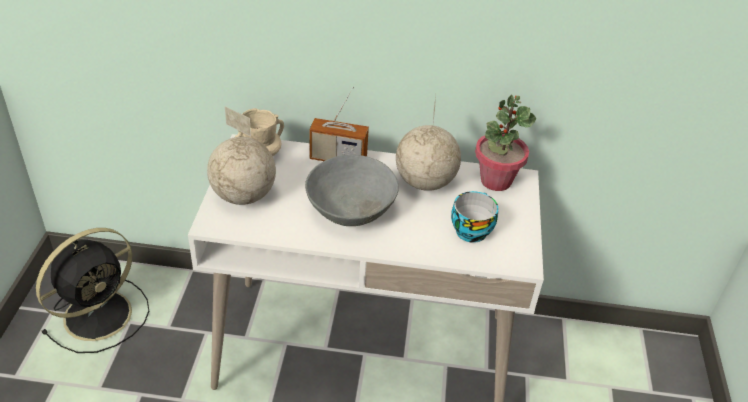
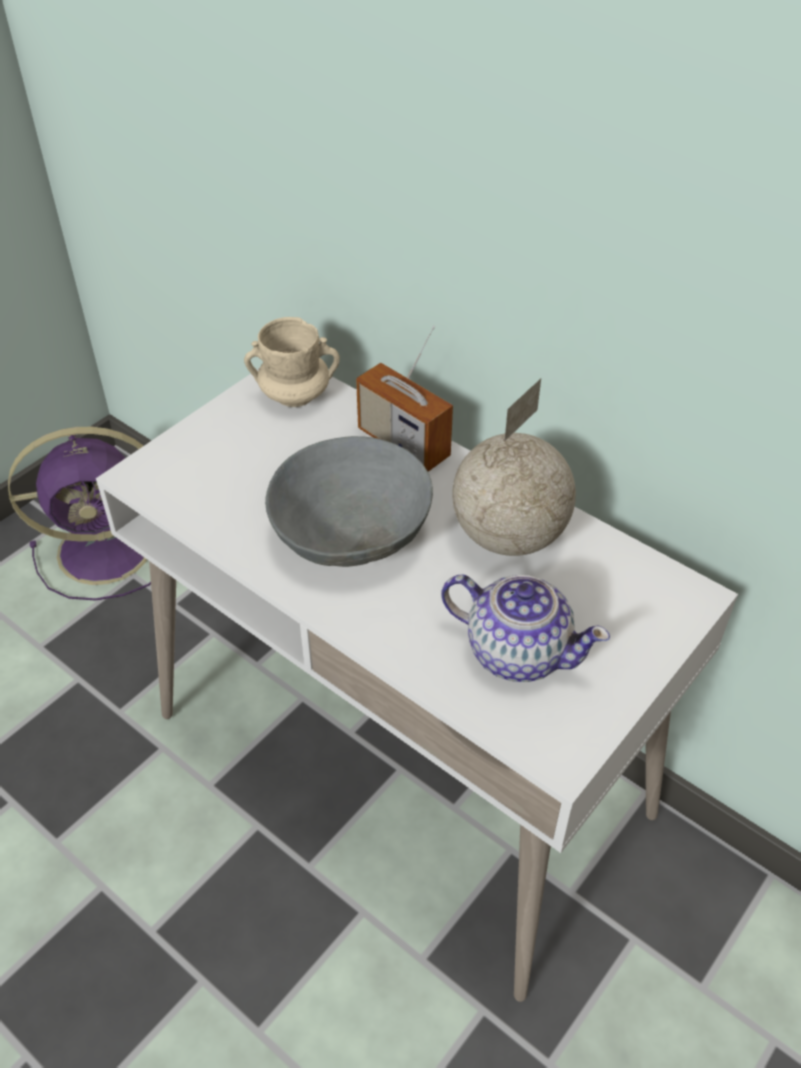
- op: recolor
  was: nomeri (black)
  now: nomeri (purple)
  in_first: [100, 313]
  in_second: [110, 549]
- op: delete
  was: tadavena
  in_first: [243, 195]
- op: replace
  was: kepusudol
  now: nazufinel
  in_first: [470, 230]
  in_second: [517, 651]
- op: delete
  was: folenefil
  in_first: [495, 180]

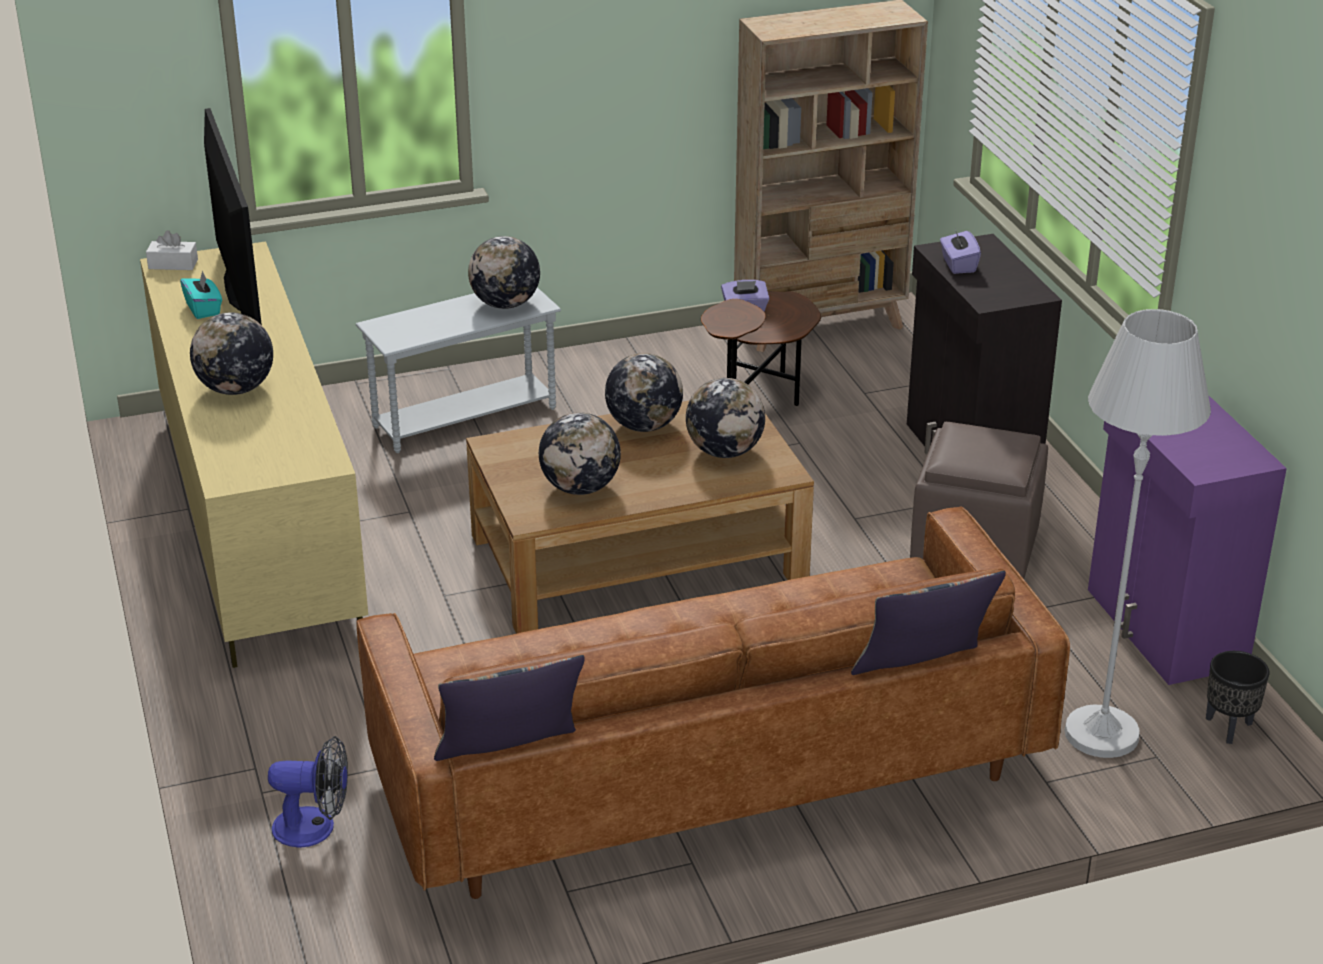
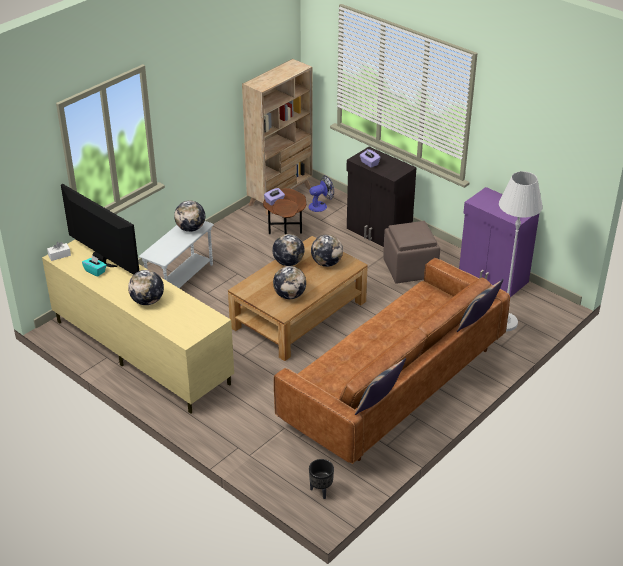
- op: move
  was: nomeri
  in_first: [315, 827]
  in_second: [321, 206]
- op: move
  was: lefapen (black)
  in_first: [1228, 728]
  in_second: [321, 491]

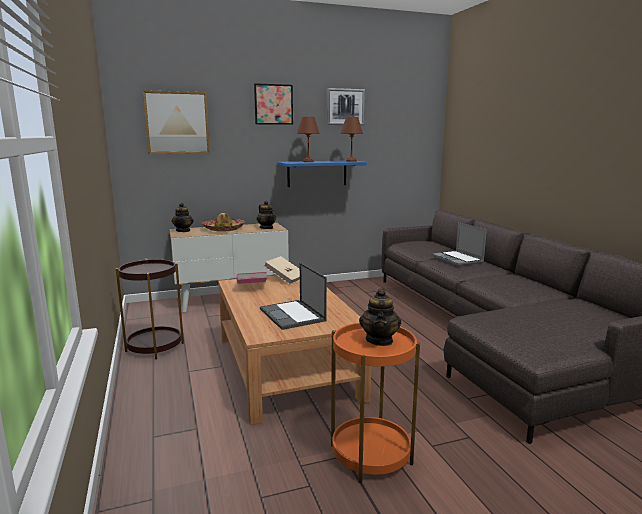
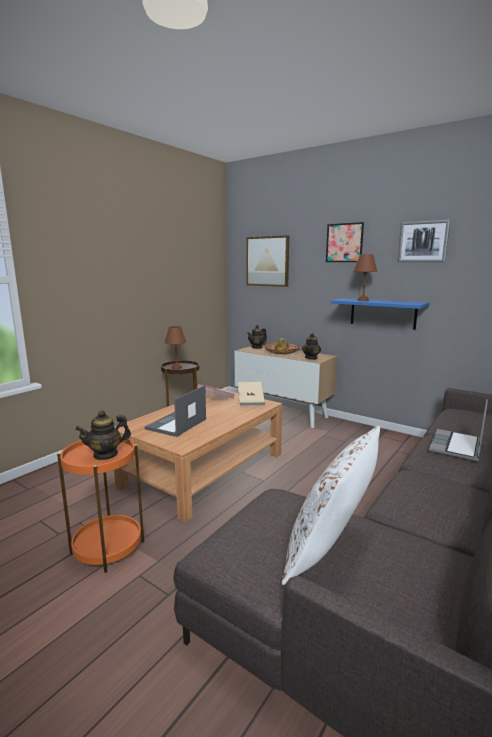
- op: move
  was: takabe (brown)
  in_first: [351, 161]
  in_second: [176, 368]
- op: insert
  now: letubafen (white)
  in_second: [330, 552]

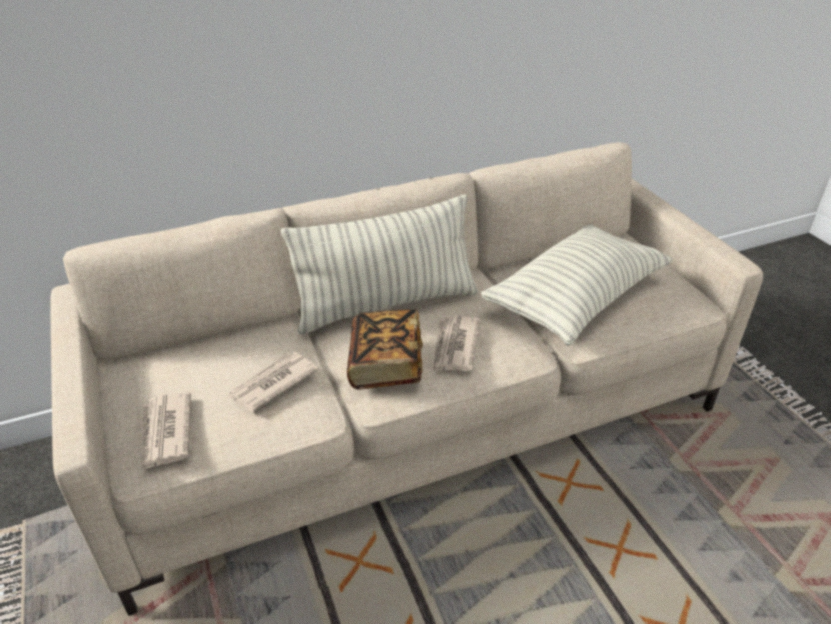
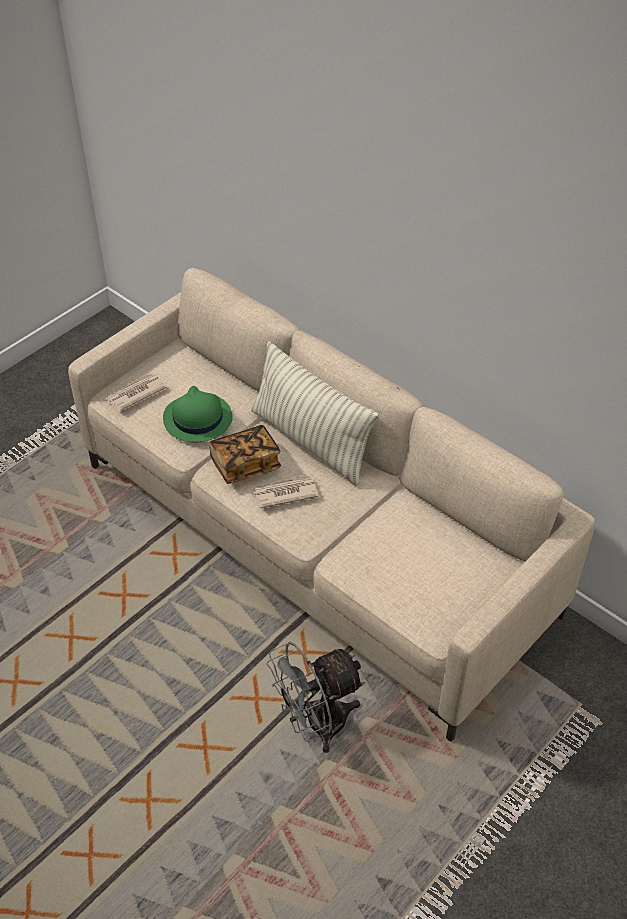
- op: replace
  was: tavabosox
  now: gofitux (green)
  in_first: [272, 384]
  in_second: [197, 419]
- op: delete
  was: letubafen
  in_first: [575, 299]
- op: insert
  now: nomeri (grey)
  in_second: [316, 724]

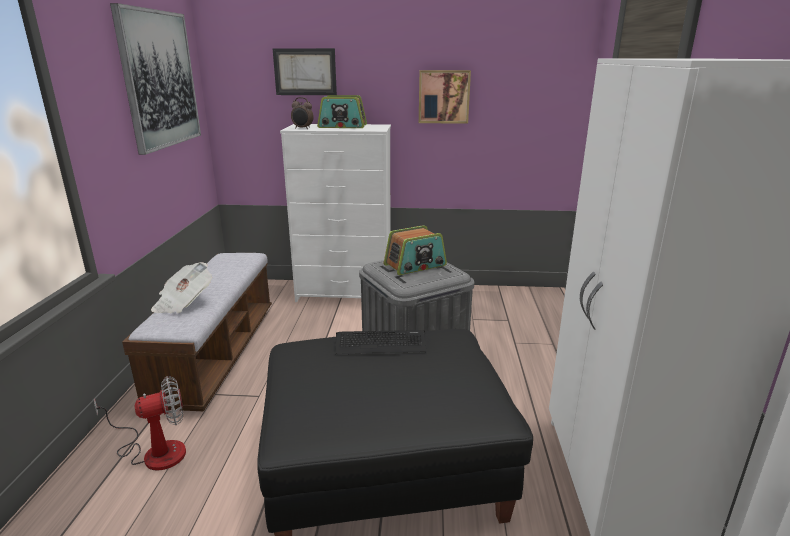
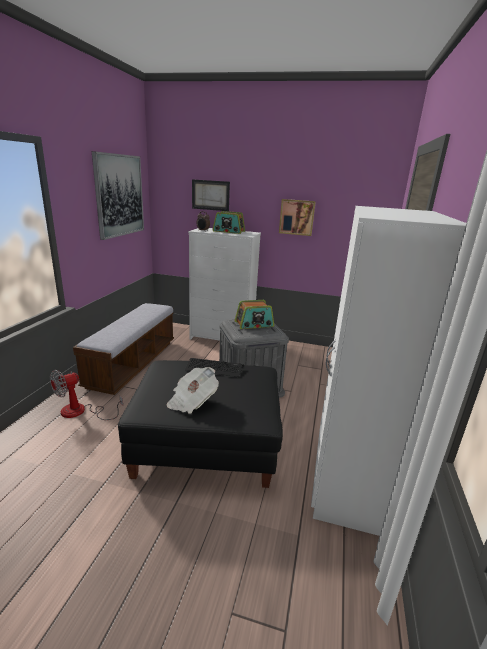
- op: rotate
  was: nomeri
  in_first: [154, 451]
  in_second: [81, 412]
  clockwise: 150
- op: move
  was: tavabosox
  in_first: [183, 303]
  in_second: [192, 401]

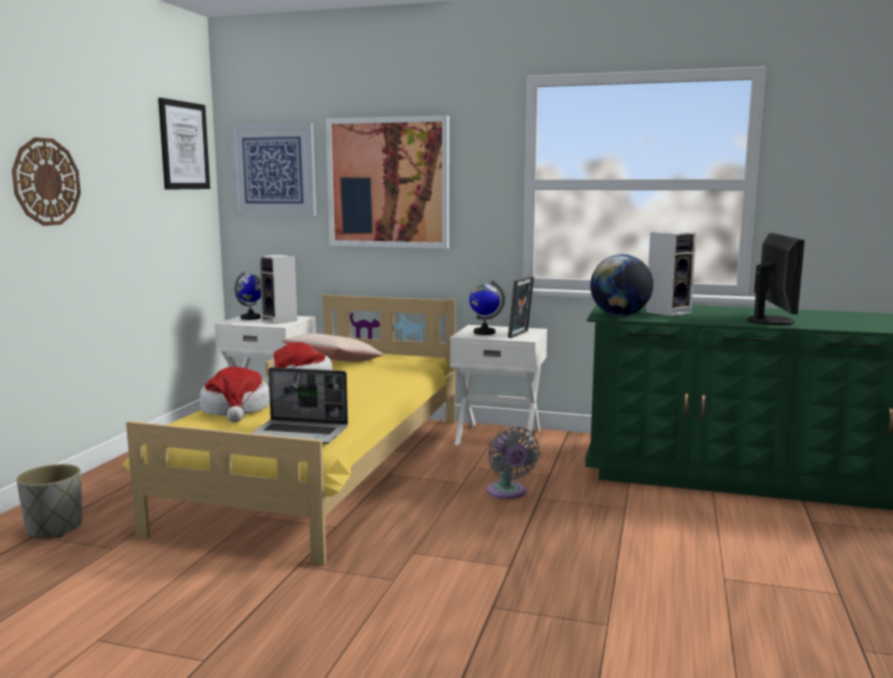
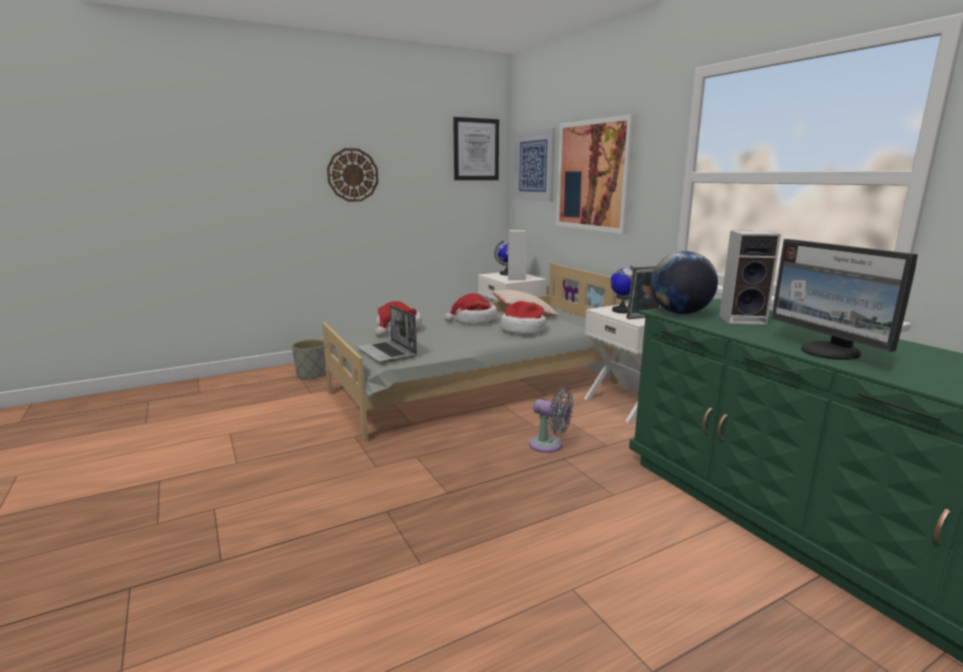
- op: recolor
  was: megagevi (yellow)
  now: megagevi (grey)
  in_first: [327, 469]
  in_second: [474, 388]
- op: rotate
  was: nomeri (grey)
  in_first: [508, 493]
  in_second: [549, 445]
  clockwise: -90
- op: rotate
  was: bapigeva
  in_first: [772, 321]
  in_second: [829, 352]
  clockwise: 105
- op: insert
  now: gofitux
  in_second: [523, 330]

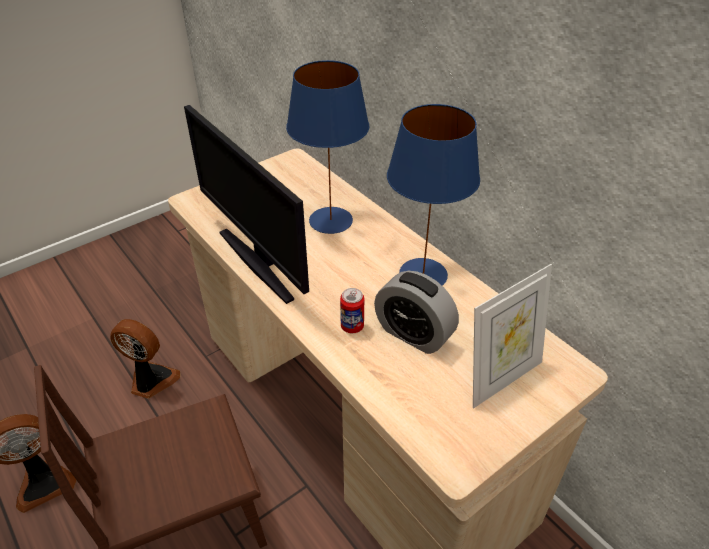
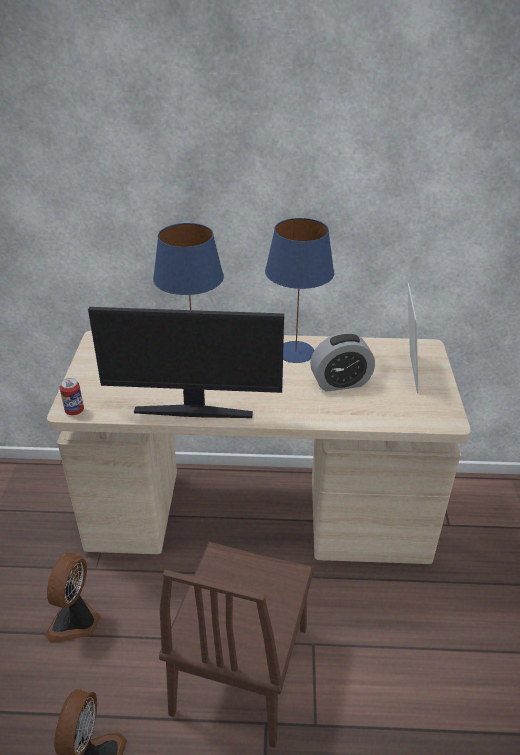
- op: rotate
  was: nomeri
  in_first: [151, 381]
  in_second: [76, 621]
  clockwise: -45
- op: move
  was: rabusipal
  in_first: [352, 326]
  in_second: [74, 411]

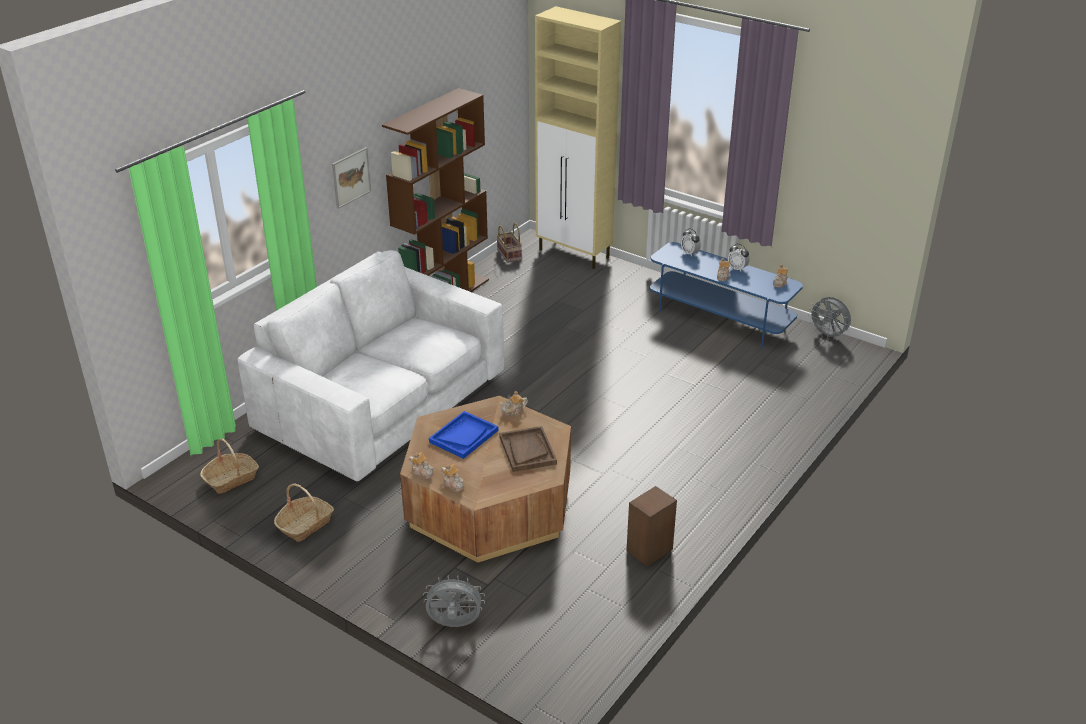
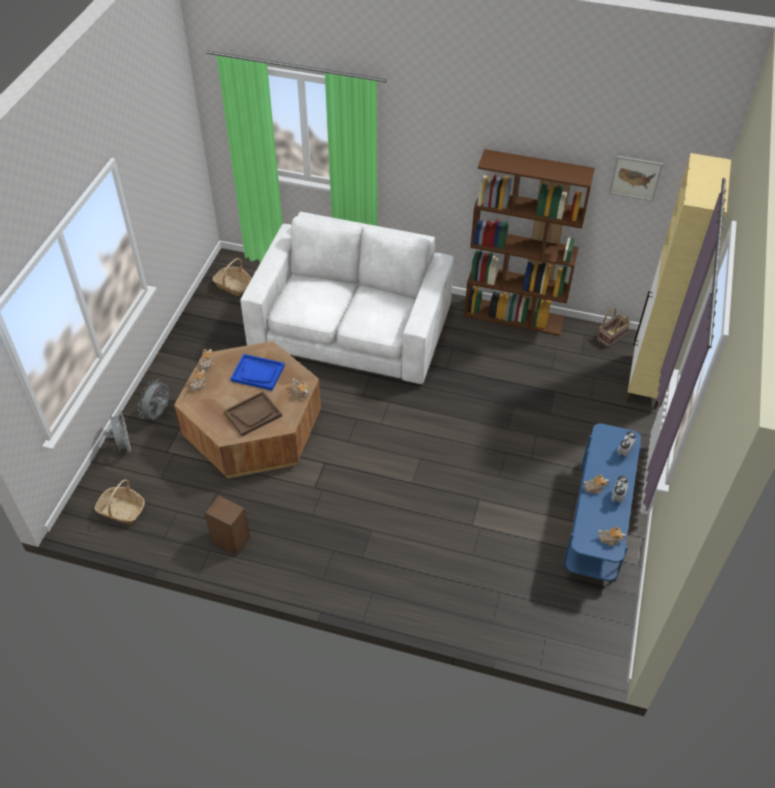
- op: move
  was: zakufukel
  in_first: [305, 525]
  in_second: [122, 510]
- op: move
  was: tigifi
  in_first: [351, 177]
  in_second: [635, 178]
- op: move
  was: nomeri (grey)
  in_first: [828, 335]
  in_second: [159, 414]

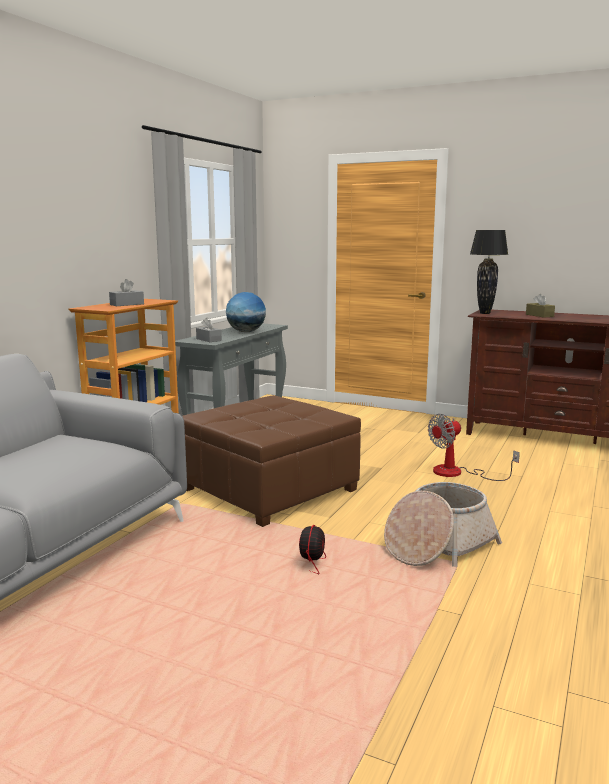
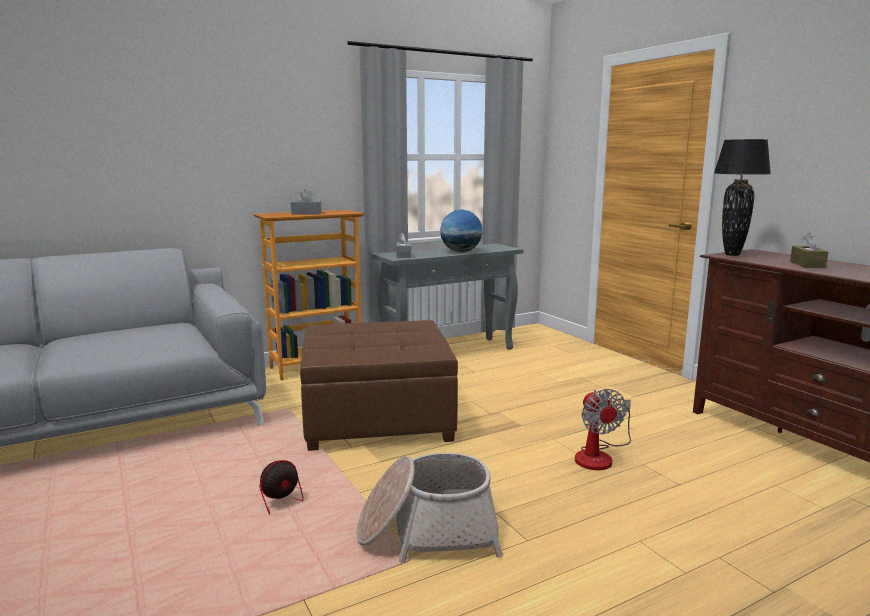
- op: rotate
  was: nomeri
  in_first: [458, 473]
  in_second: [599, 456]
  clockwise: -105

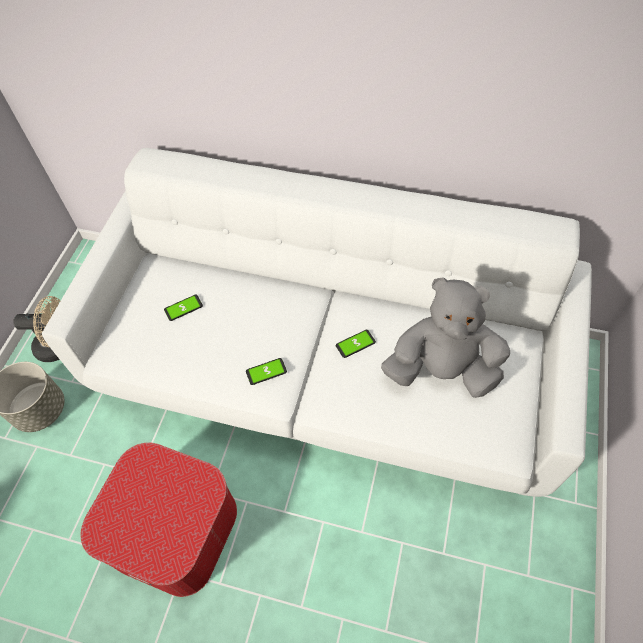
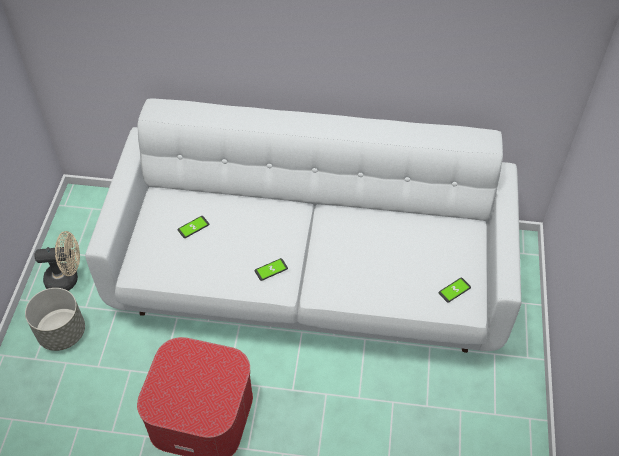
- op: move
  was: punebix
  in_first: [355, 344]
  in_second: [454, 290]
- op: delete
  was: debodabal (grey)
  in_first: [442, 370]

